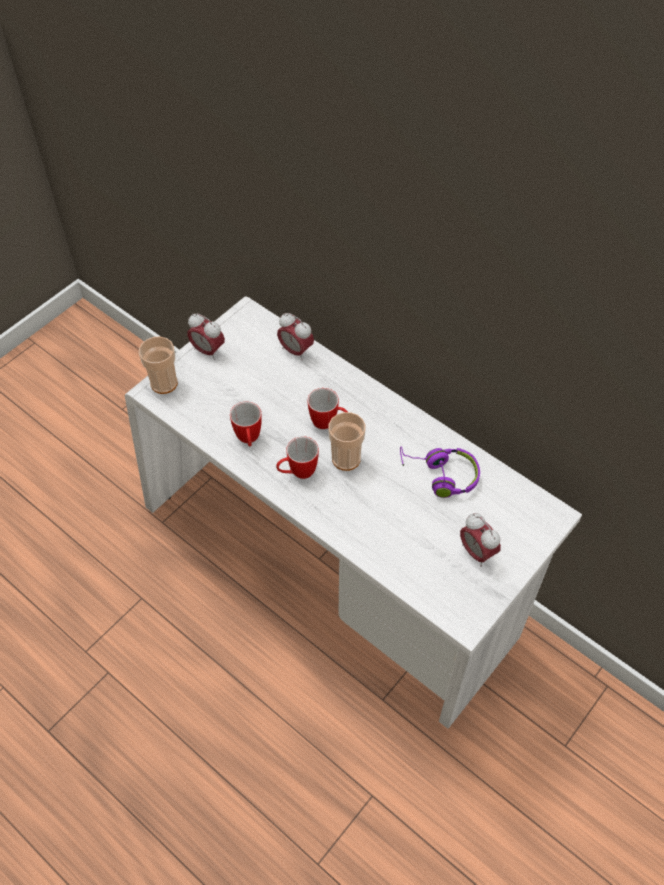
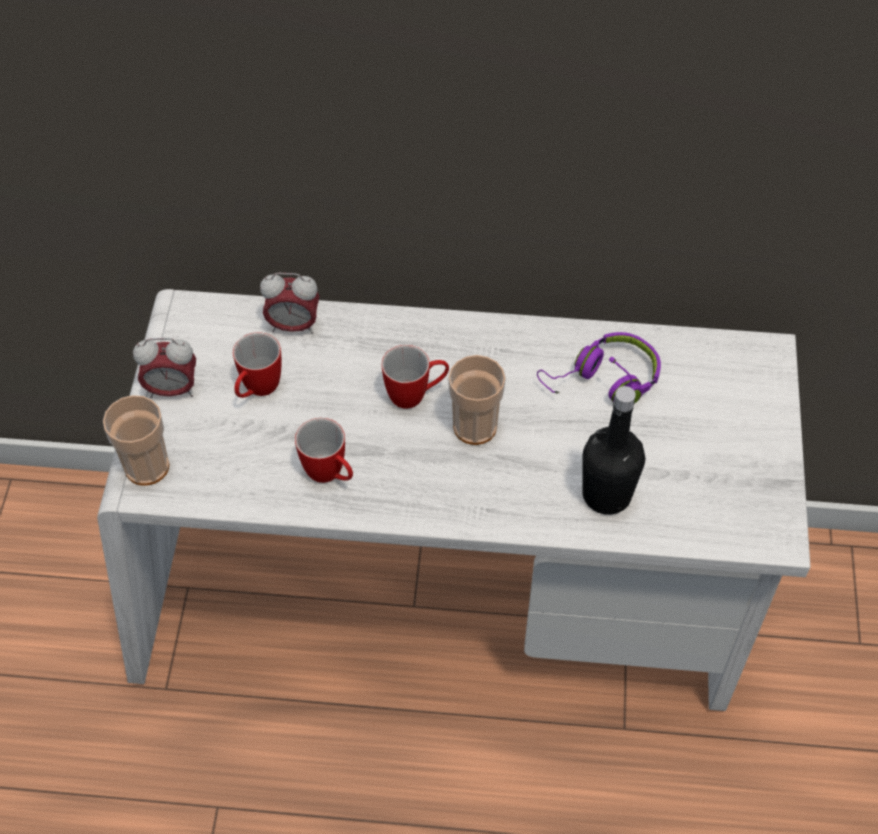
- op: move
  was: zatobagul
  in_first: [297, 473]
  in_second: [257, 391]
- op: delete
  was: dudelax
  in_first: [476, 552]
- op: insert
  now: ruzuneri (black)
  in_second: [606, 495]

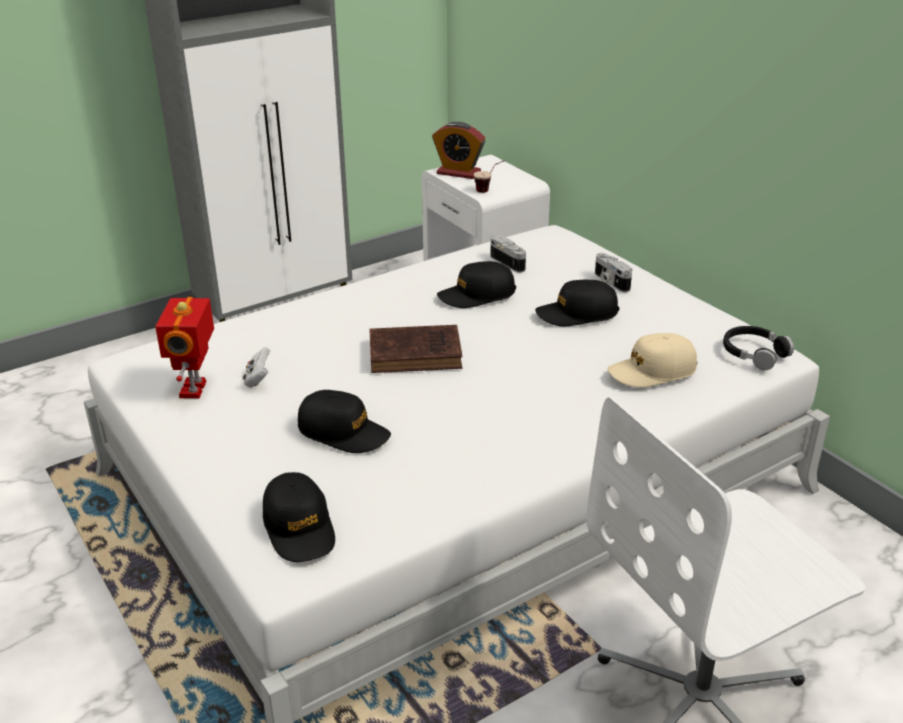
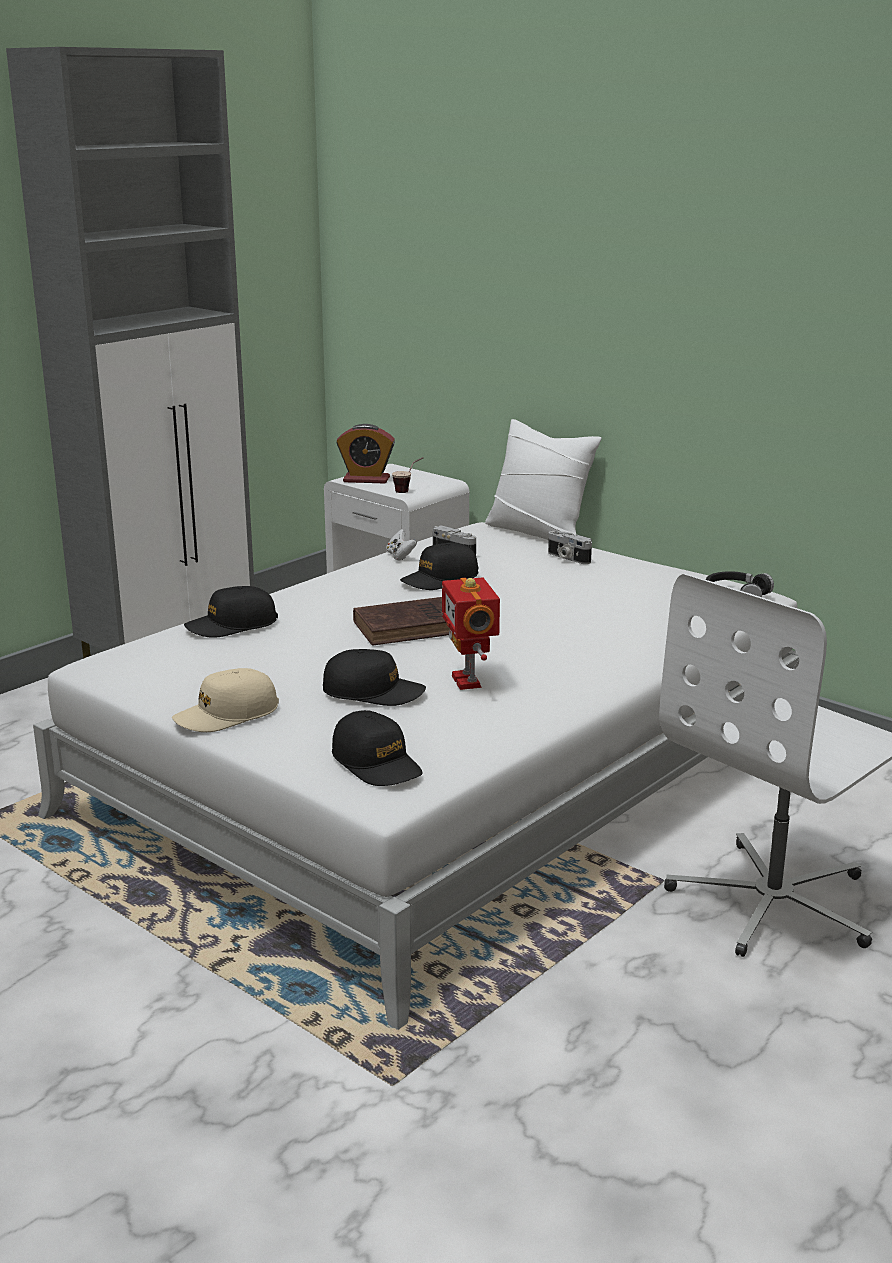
- op: move
  was: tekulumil
  in_first: [195, 389]
  in_second: [469, 681]
- op: move
  was: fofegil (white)
  in_first: [258, 379]
  in_second: [400, 556]
- op: move
  was: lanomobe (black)
  in_first: [577, 314]
  in_second: [232, 625]
- op: move
  was: lanomobe (beige)
  in_first: [652, 371]
  in_second: [226, 715]
- op: insert
  now: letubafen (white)
  in_second: [539, 532]

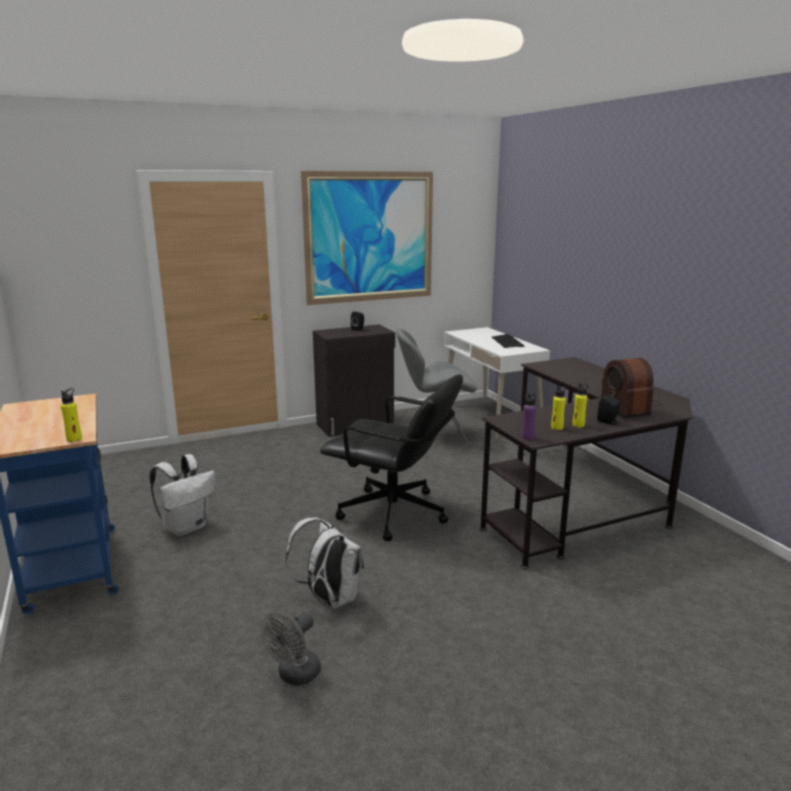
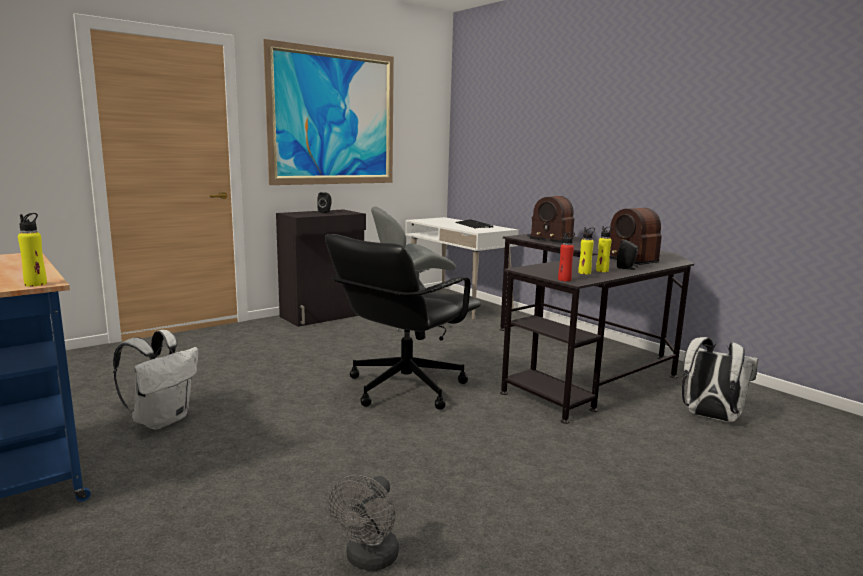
- op: move
  was: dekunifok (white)
  in_first: [330, 599]
  in_second: [709, 417]
- op: rotate
  was: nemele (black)
  in_first: [394, 514]
  in_second: [404, 387]
  clockwise: 120
- op: recolor
  was: ruzuneri (purple)
  now: ruzuneri (red)
  in_first: [527, 437]
  in_second: [564, 280]
- op: insert
  now: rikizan
  in_second: [550, 239]

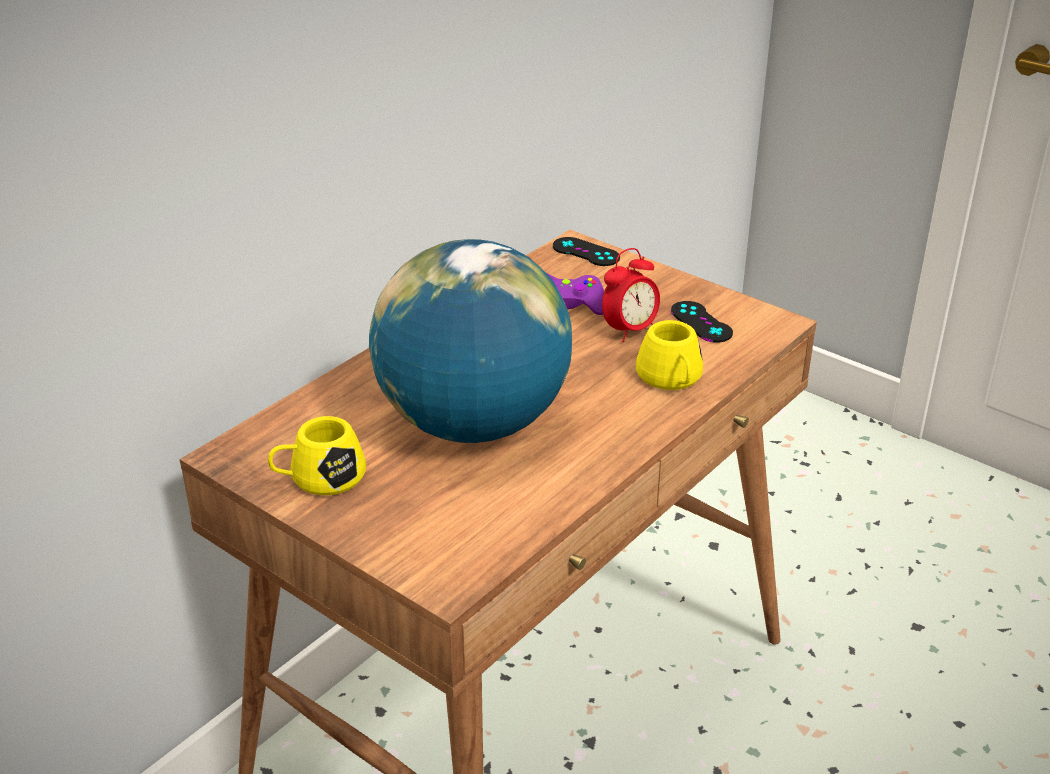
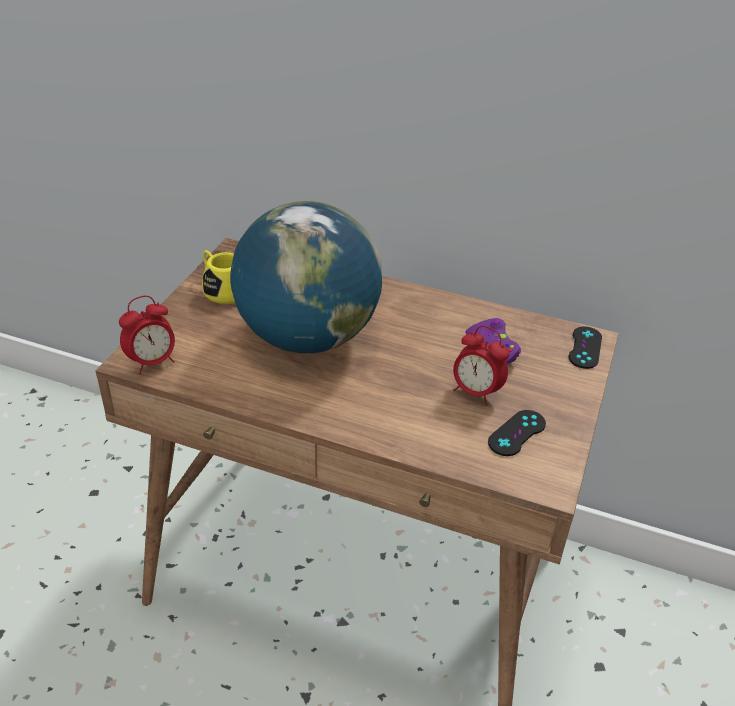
- op: delete
  was: zatobagul (yellow)
  in_first: [672, 379]
- op: insert
  now: dudelax
  in_second: [152, 362]

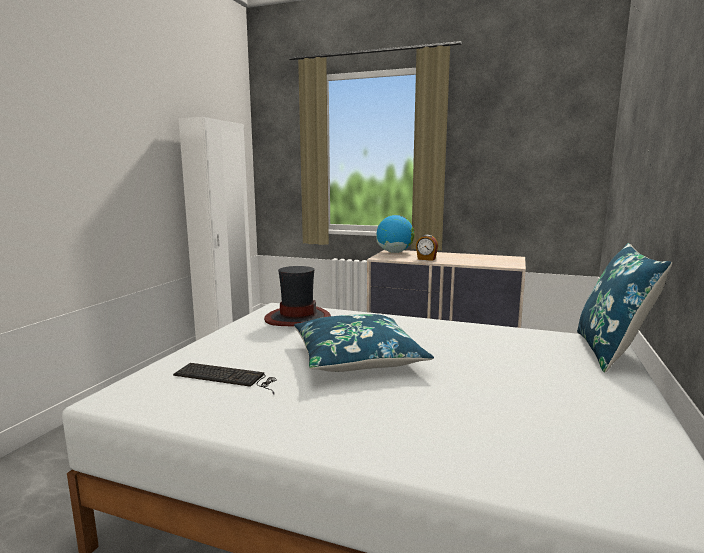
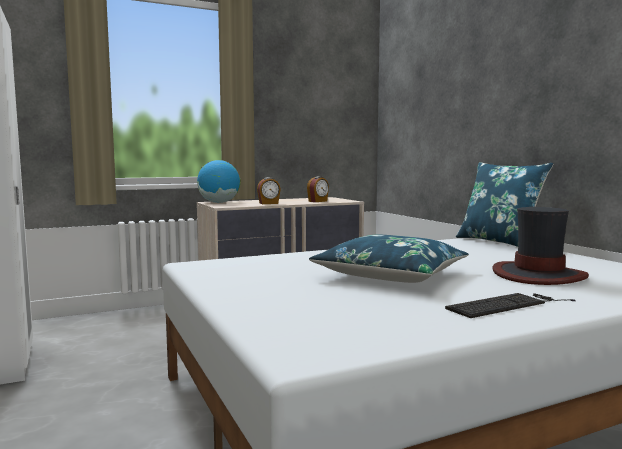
- op: move
  was: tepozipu
  in_first: [228, 377]
  in_second: [507, 305]
- op: move
  was: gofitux
  in_first: [297, 318]
  in_second: [538, 275]
- op: insert
  now: dudelax
  in_second: [318, 201]

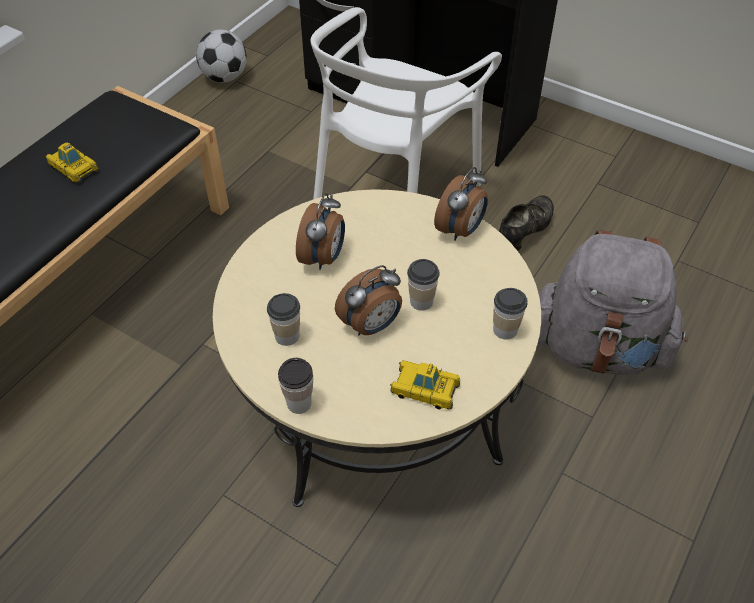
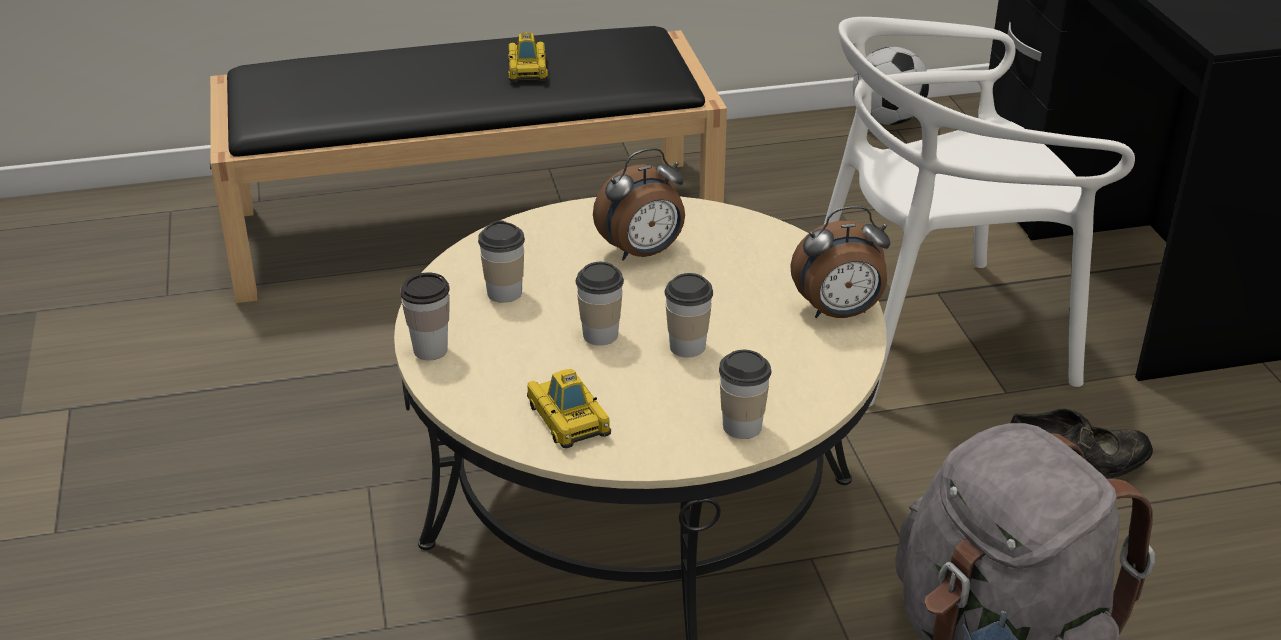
- op: replace
  was: dudelax
  now: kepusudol
  in_first: [371, 325]
  in_second: [600, 334]

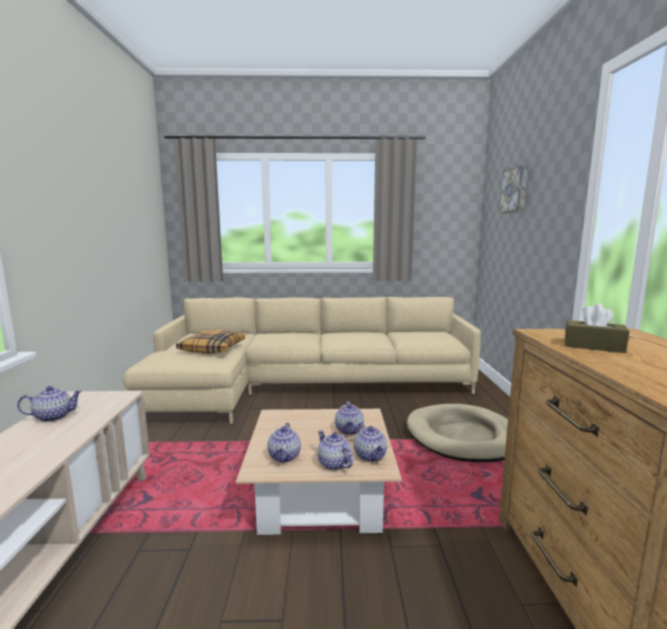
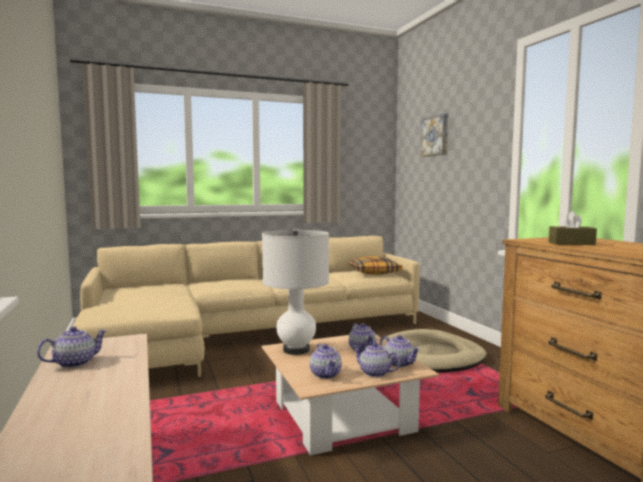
- op: move
  was: letubafen
  in_first: [212, 349]
  in_second: [374, 272]
- op: insert
  now: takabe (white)
  in_second: [296, 350]

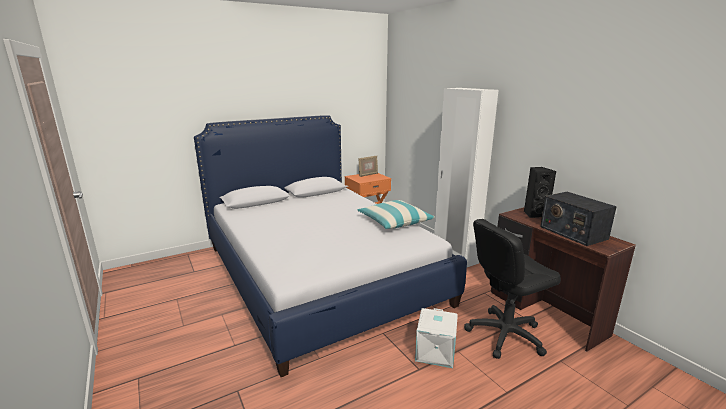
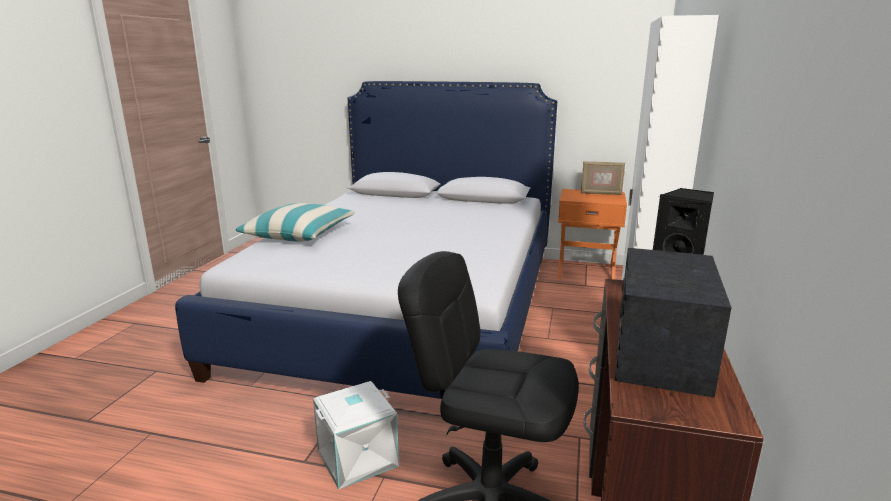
- op: move
  was: letubafen
  in_first: [394, 222]
  in_second: [299, 234]

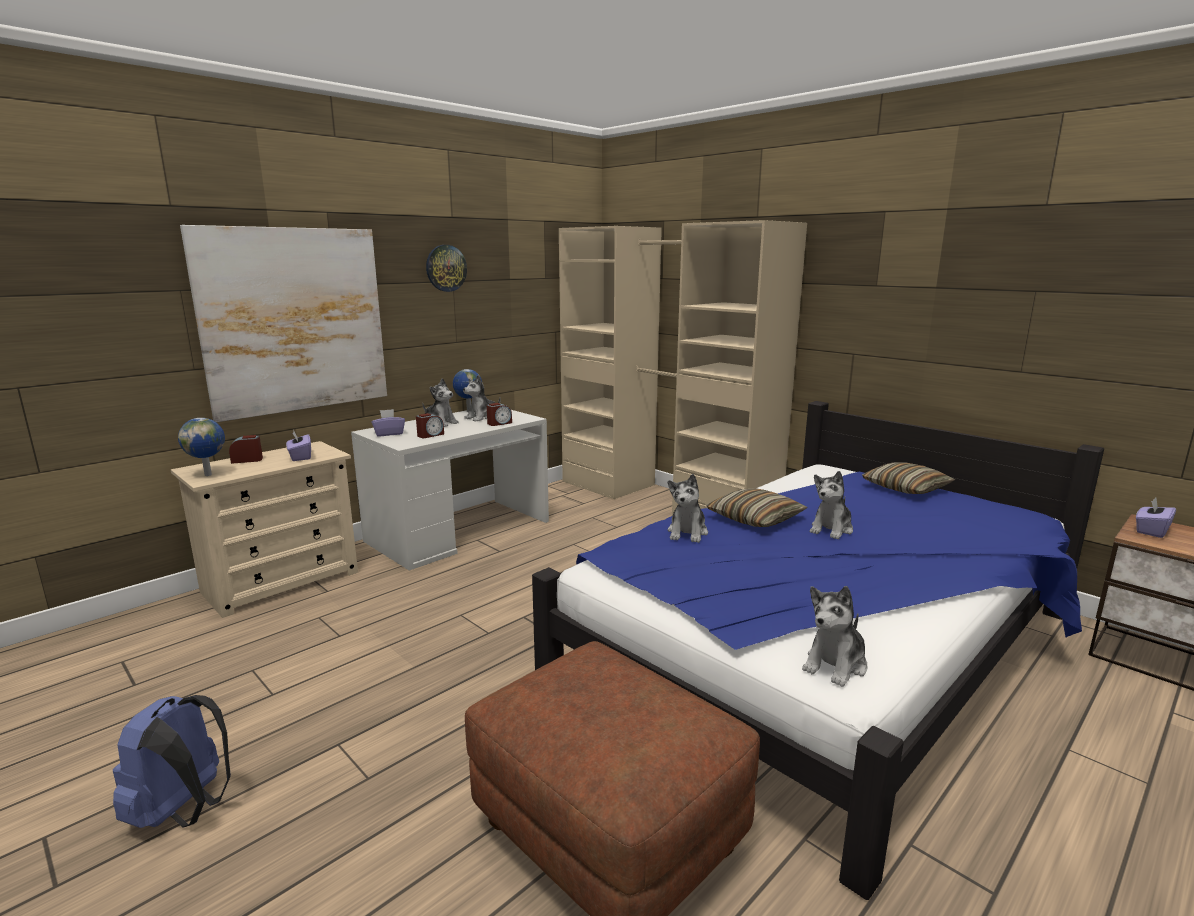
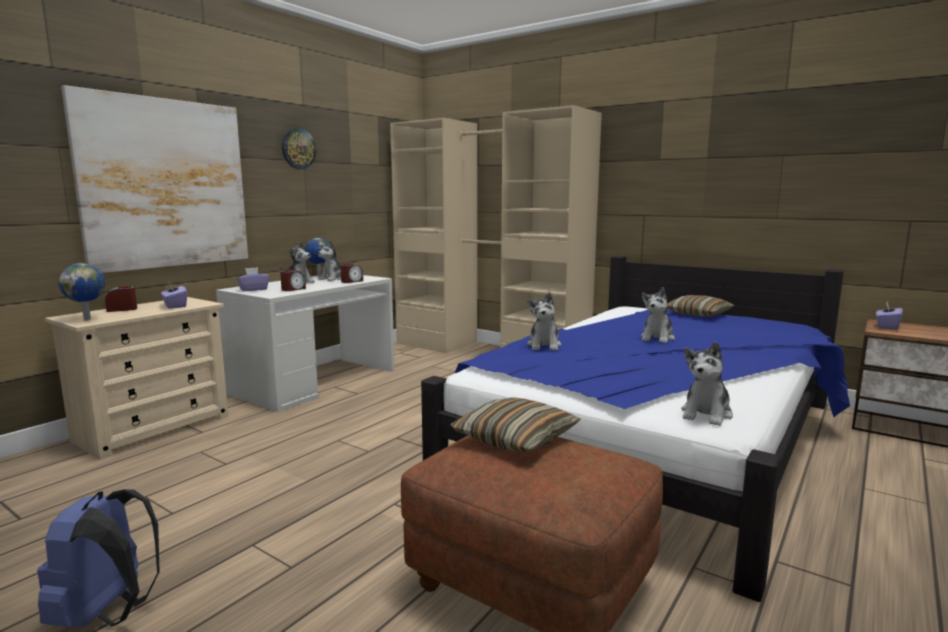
- op: move
  was: letubafen
  in_first: [755, 519]
  in_second: [515, 438]

